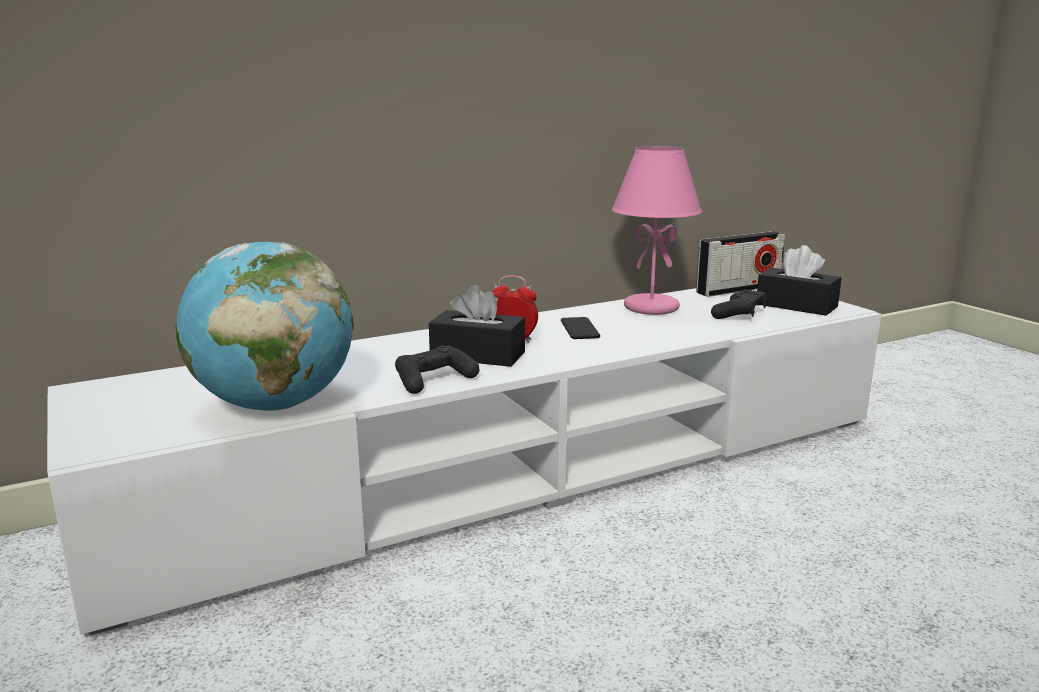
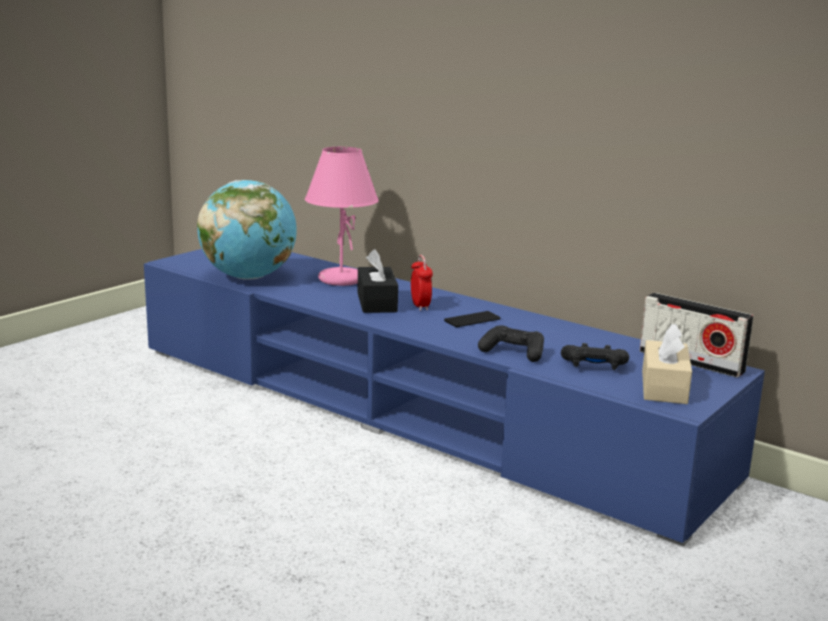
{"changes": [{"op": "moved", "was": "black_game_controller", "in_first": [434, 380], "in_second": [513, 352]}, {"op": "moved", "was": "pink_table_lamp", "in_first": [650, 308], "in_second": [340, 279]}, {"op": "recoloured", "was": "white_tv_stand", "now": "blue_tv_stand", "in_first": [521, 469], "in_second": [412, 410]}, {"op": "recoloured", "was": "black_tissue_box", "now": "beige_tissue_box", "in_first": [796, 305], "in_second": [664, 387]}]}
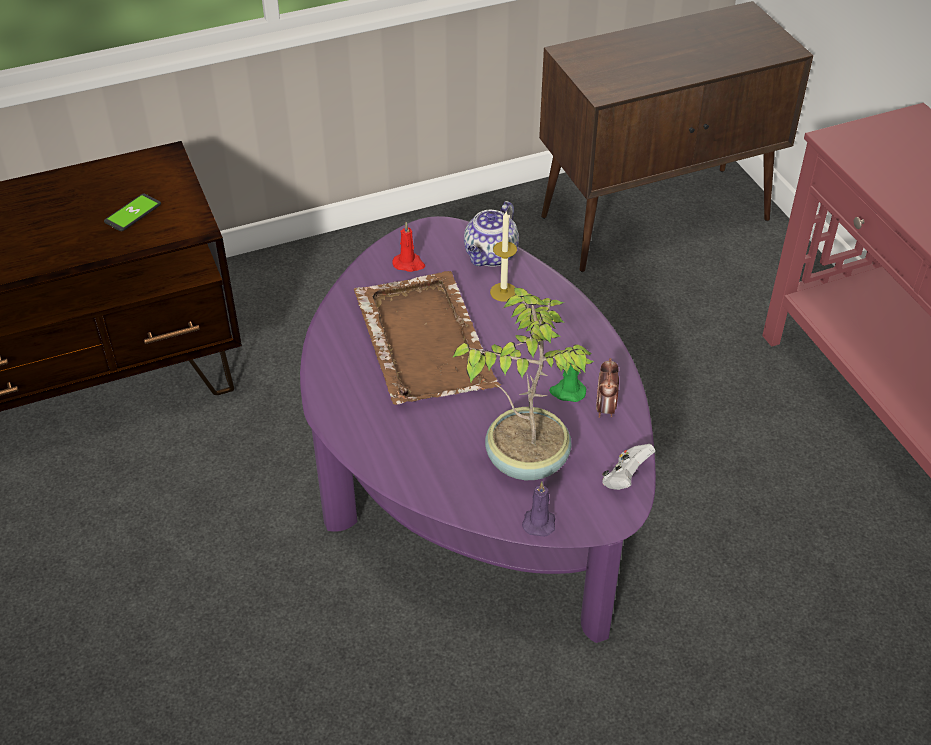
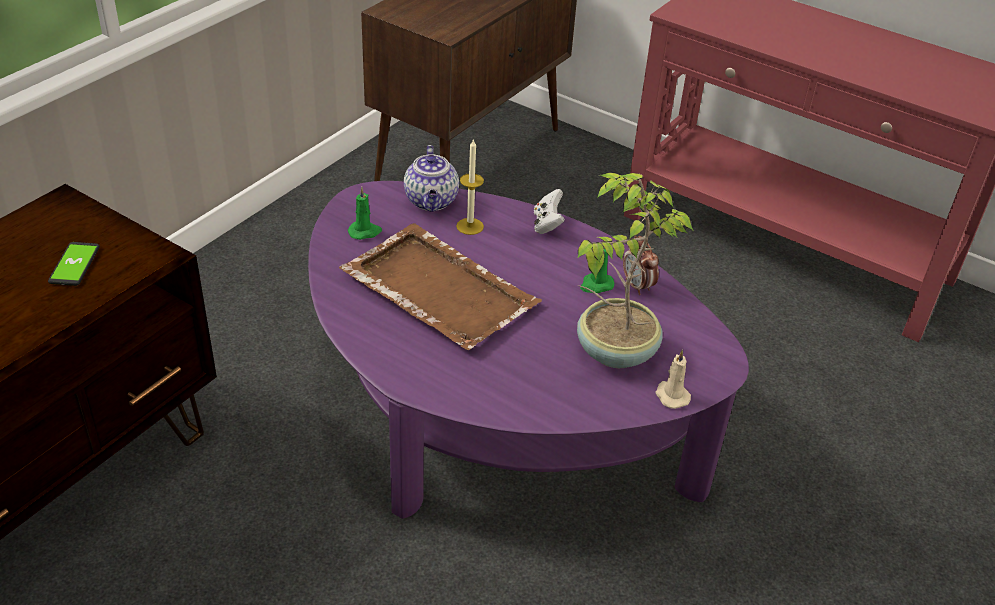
{"changes": [{"op": "moved", "was": "white_game_controller", "in_first": [625, 478], "in_second": [547, 224]}, {"op": "recoloured", "was": "red_candle", "now": "green_candle", "in_first": [409, 264], "in_second": [365, 232]}, {"op": "recoloured", "was": "purple_candle", "now": "beige_candle", "in_first": [539, 521], "in_second": [671, 395]}]}
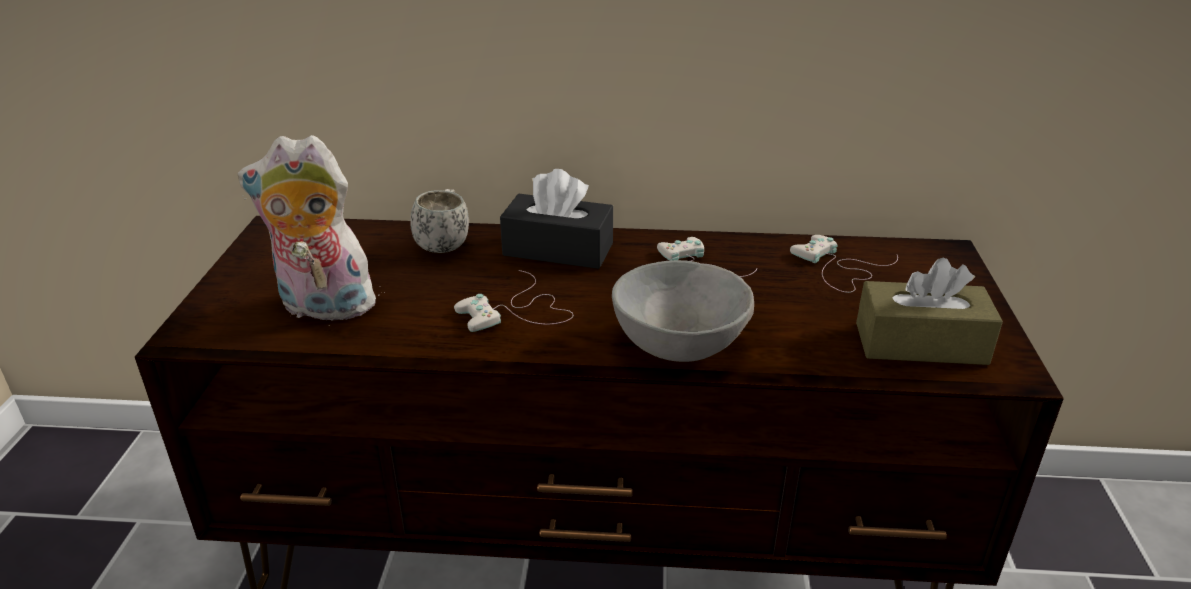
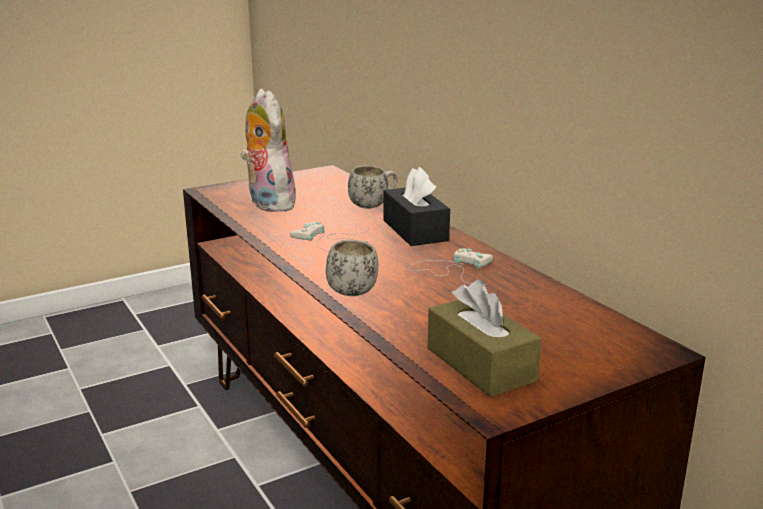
{"changes": [{"op": "removed", "was": "white_game_controller", "in_first": [838, 269]}, {"op": "replaced", "was": "grey_bowl", "now": "white_mug", "in_first": [677, 345], "in_second": [354, 288]}]}
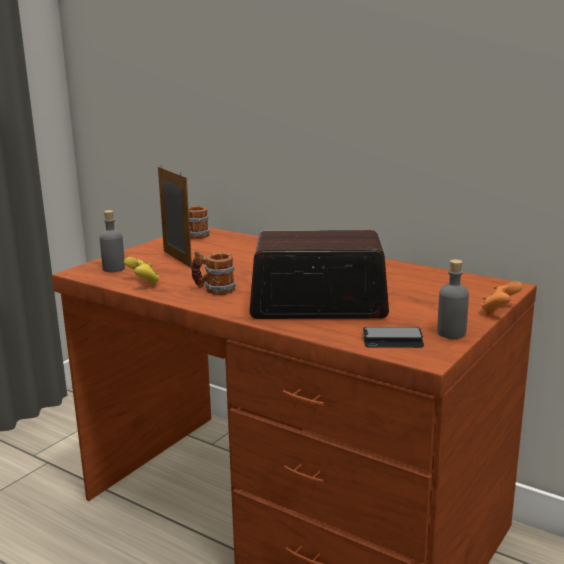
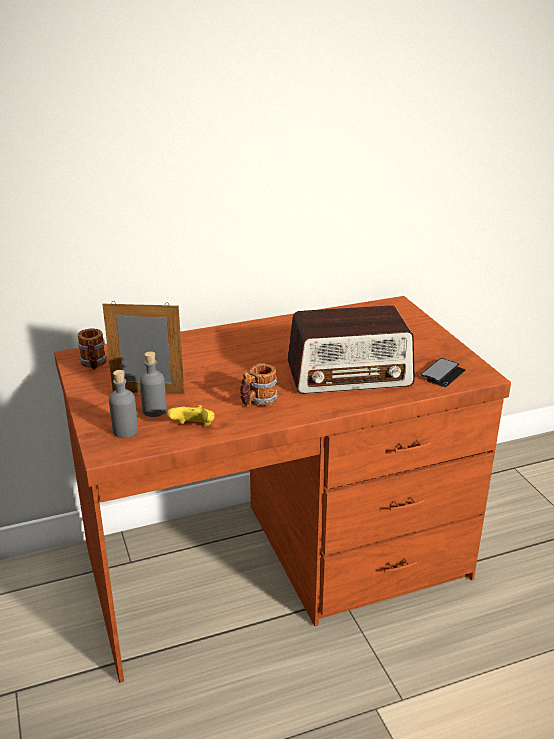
{"changes": [{"op": "removed", "was": "orange_game_controller", "in_first": [499, 311]}, {"op": "moved", "was": "grey_bottle", "in_first": [451, 333], "in_second": [154, 410]}, {"op": "turned", "was": "radio", "in_first": [317, 305], "in_second": [350, 375], "clockwise": -135}]}
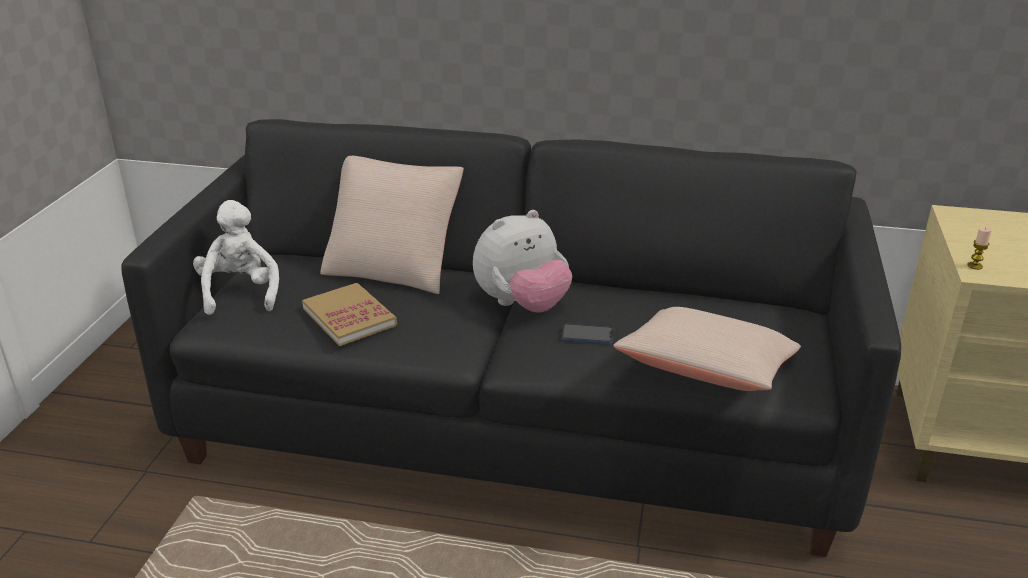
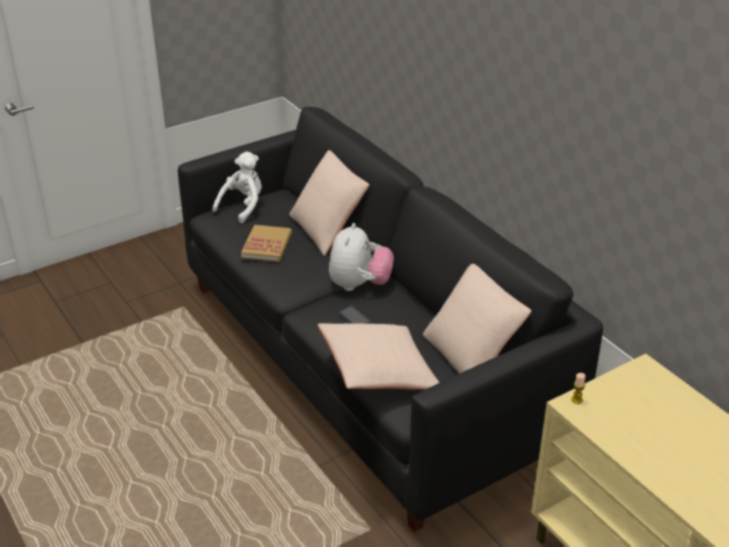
{"changes": [{"op": "added", "now": "beige_pillow", "in_second": [471, 354]}, {"op": "turned", "was": "plush_toy", "in_first": [522, 305], "in_second": [359, 285], "clockwise": -90}]}
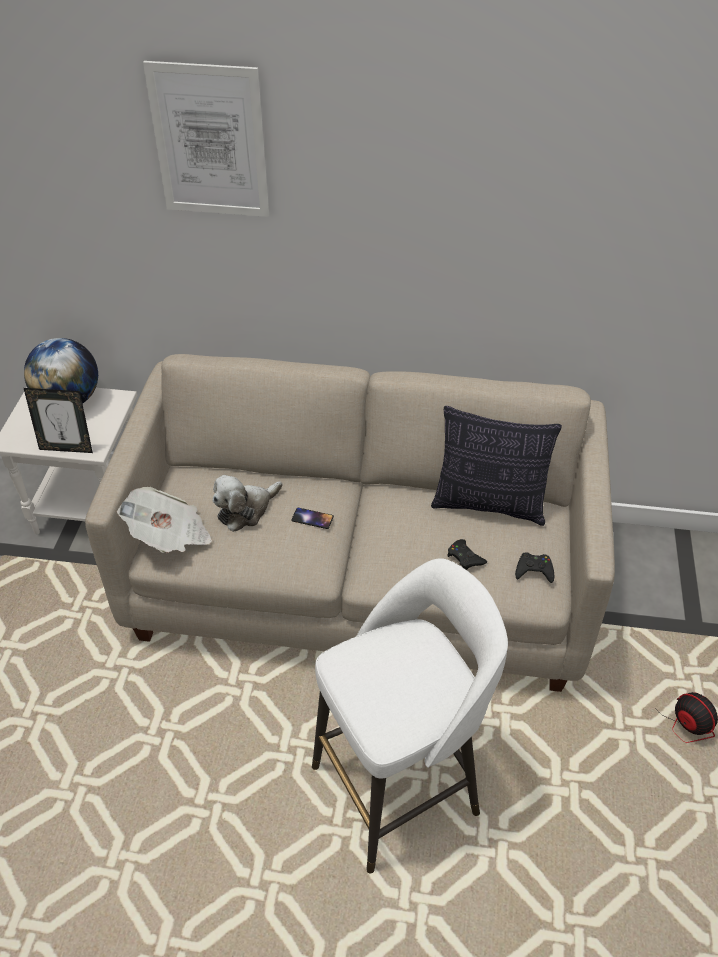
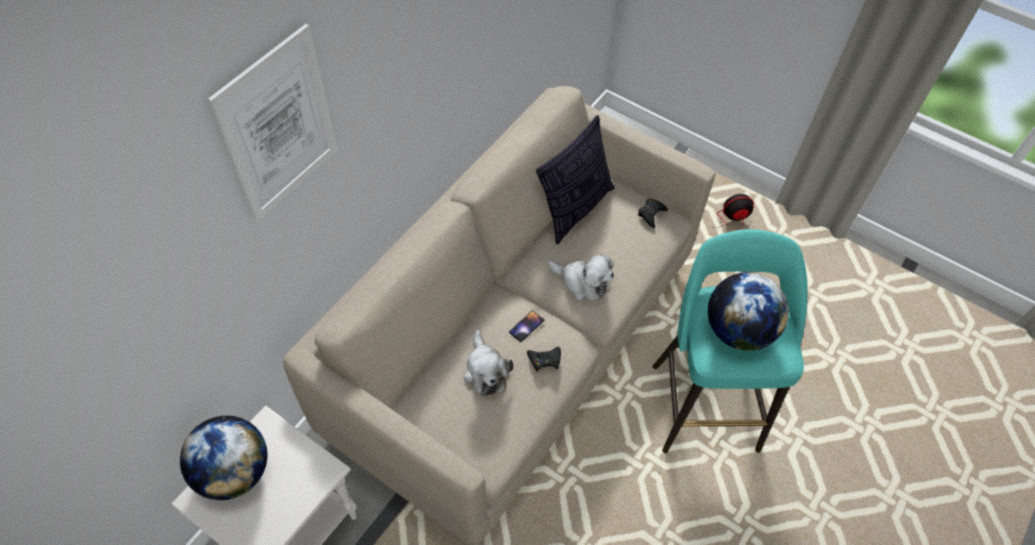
{"changes": [{"op": "removed", "was": "picture_frame", "in_first": [67, 448]}, {"op": "removed", "was": "newspaper", "in_first": [169, 536]}, {"op": "added", "now": "plush_toy", "in_second": [582, 282]}, {"op": "added", "now": "globe", "in_second": [737, 331]}, {"op": "moved", "was": "black_game_controller", "in_first": [465, 558], "in_second": [545, 360]}, {"op": "recoloured", "was": "white_stool", "now": "turquoise_stool", "in_first": [399, 787], "in_second": [704, 403]}]}
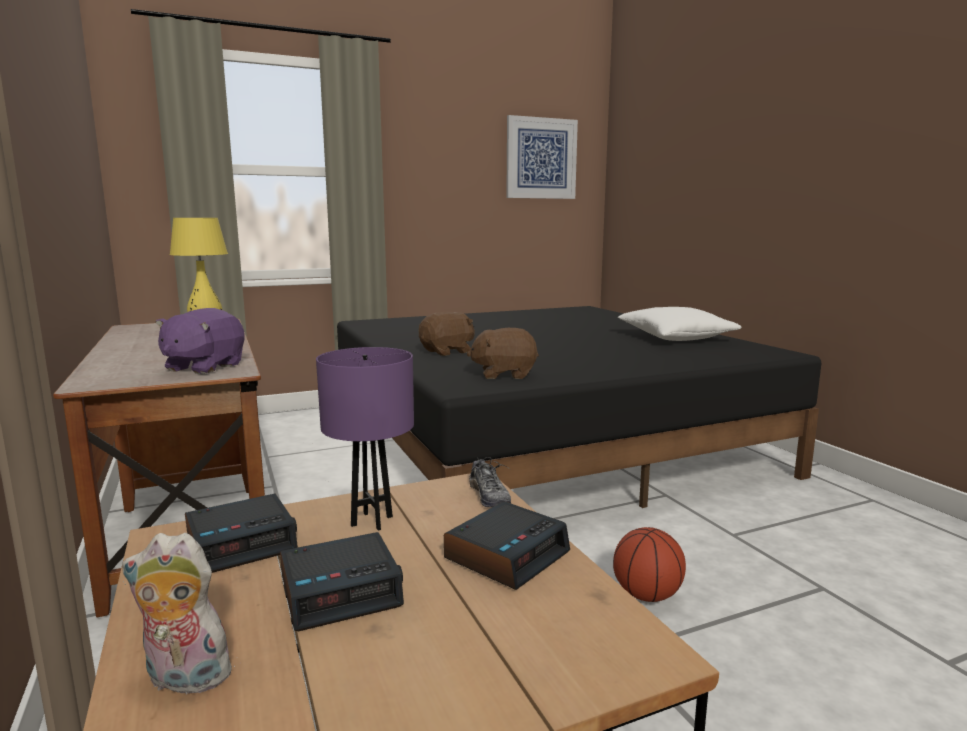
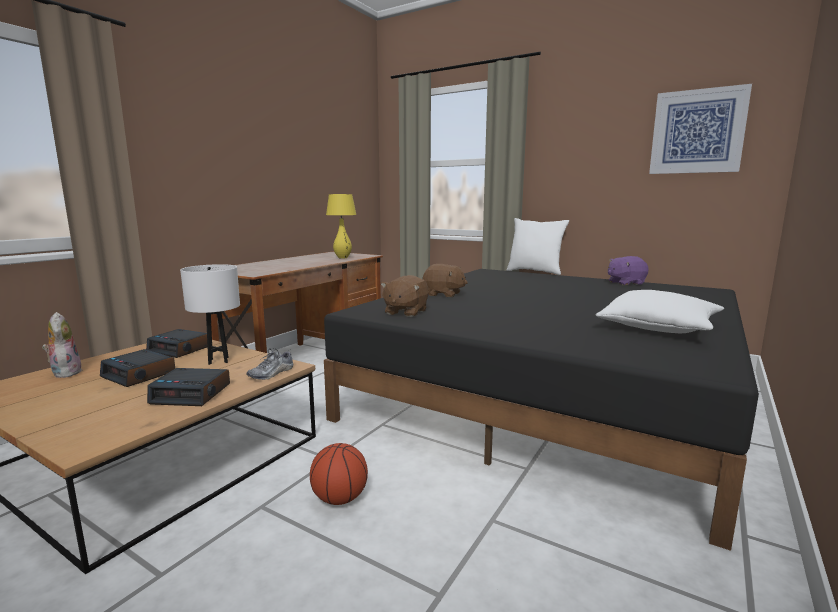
{"changes": [{"op": "added", "now": "white_pillow", "in_second": [535, 272]}, {"op": "moved", "was": "purple_plush_toy", "in_first": [203, 367], "in_second": [625, 283]}, {"op": "recoloured", "was": "purple_table_lamp", "now": "white_table_lamp", "in_first": [372, 521], "in_second": [218, 360]}, {"op": "turned", "was": "brown_plush_toy", "in_first": [504, 374], "in_second": [405, 312], "clockwise": -120}]}
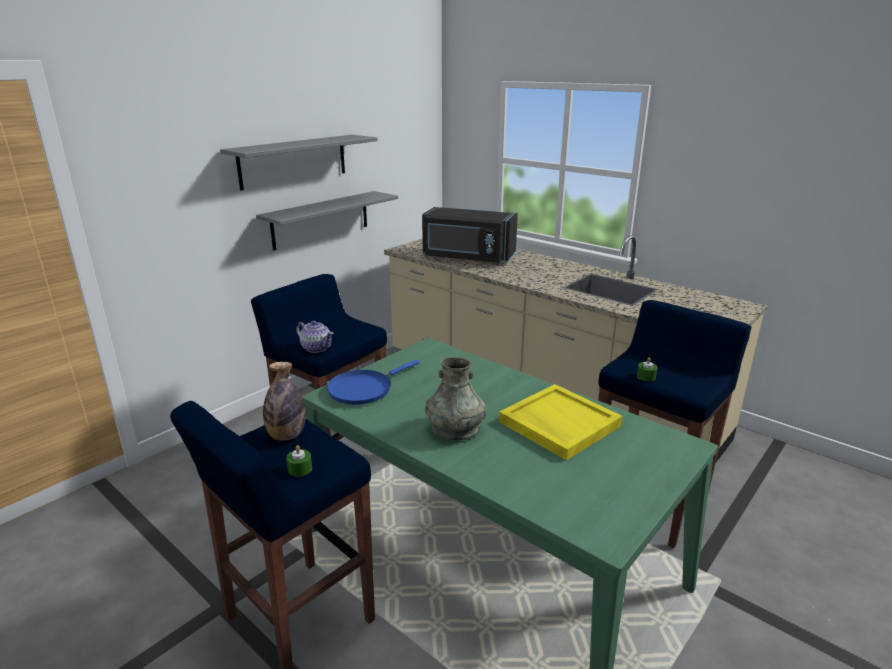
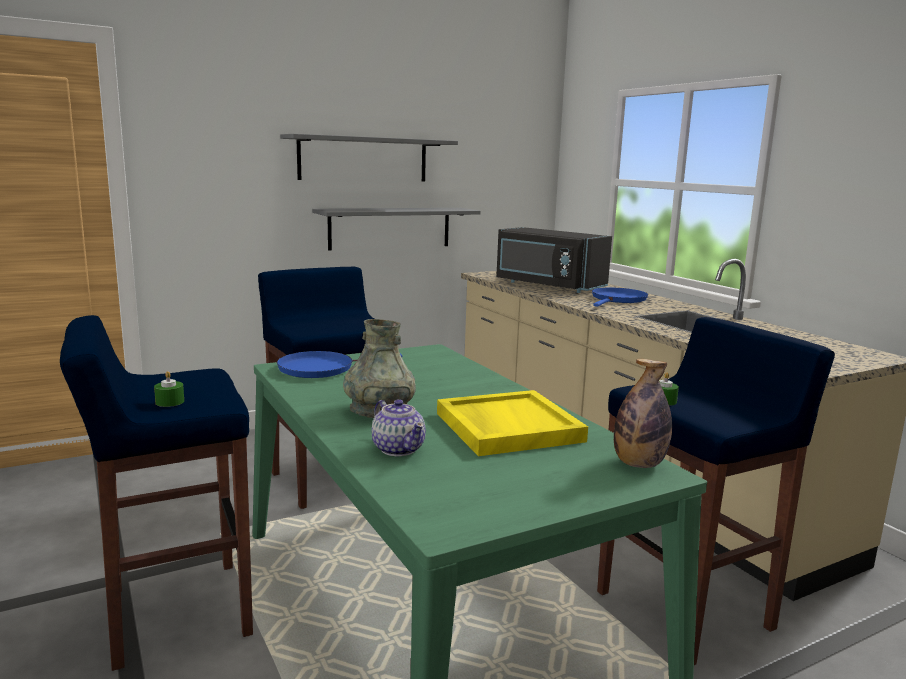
{"changes": [{"op": "added", "now": "blue_frying_pan", "in_second": [618, 300]}, {"op": "moved", "was": "bottle", "in_first": [286, 436], "in_second": [638, 464]}, {"op": "moved", "was": "teapot", "in_first": [316, 348], "in_second": [398, 449]}]}
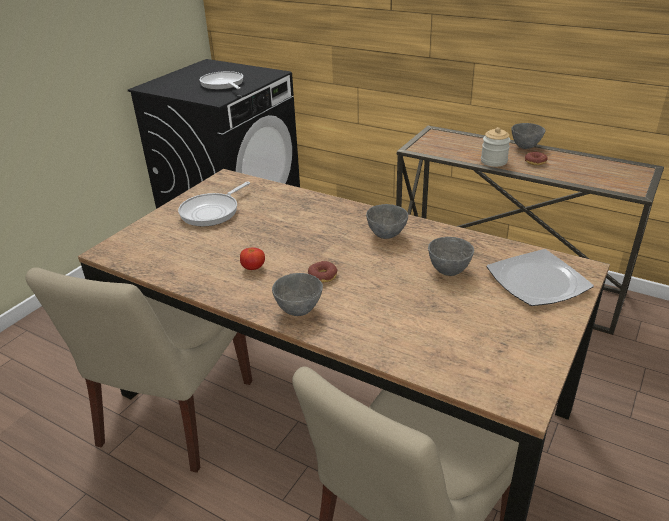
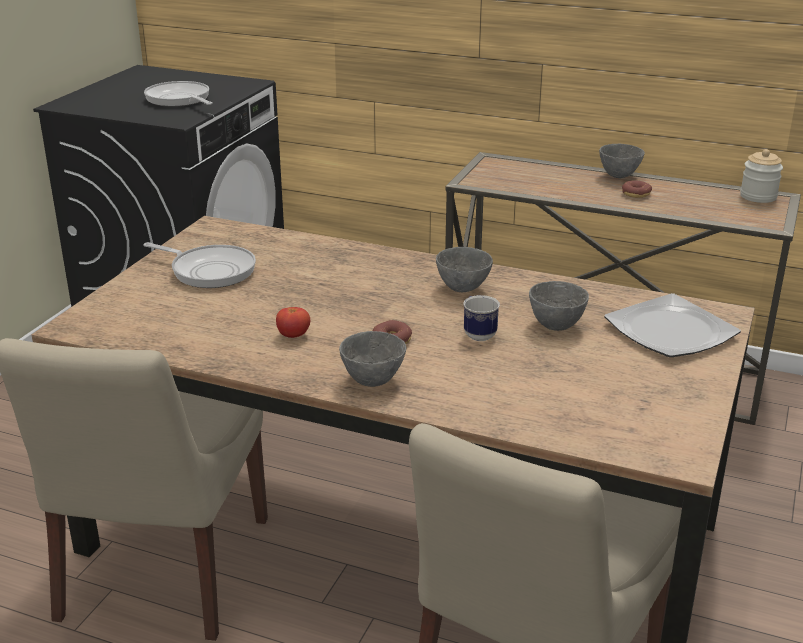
{"changes": [{"op": "added", "now": "mug", "in_second": [477, 333]}, {"op": "moved", "was": "jar", "in_first": [493, 161], "in_second": [758, 196]}, {"op": "turned", "was": "frying_pan", "in_first": [212, 212], "in_second": [209, 270], "clockwise": -90}]}
